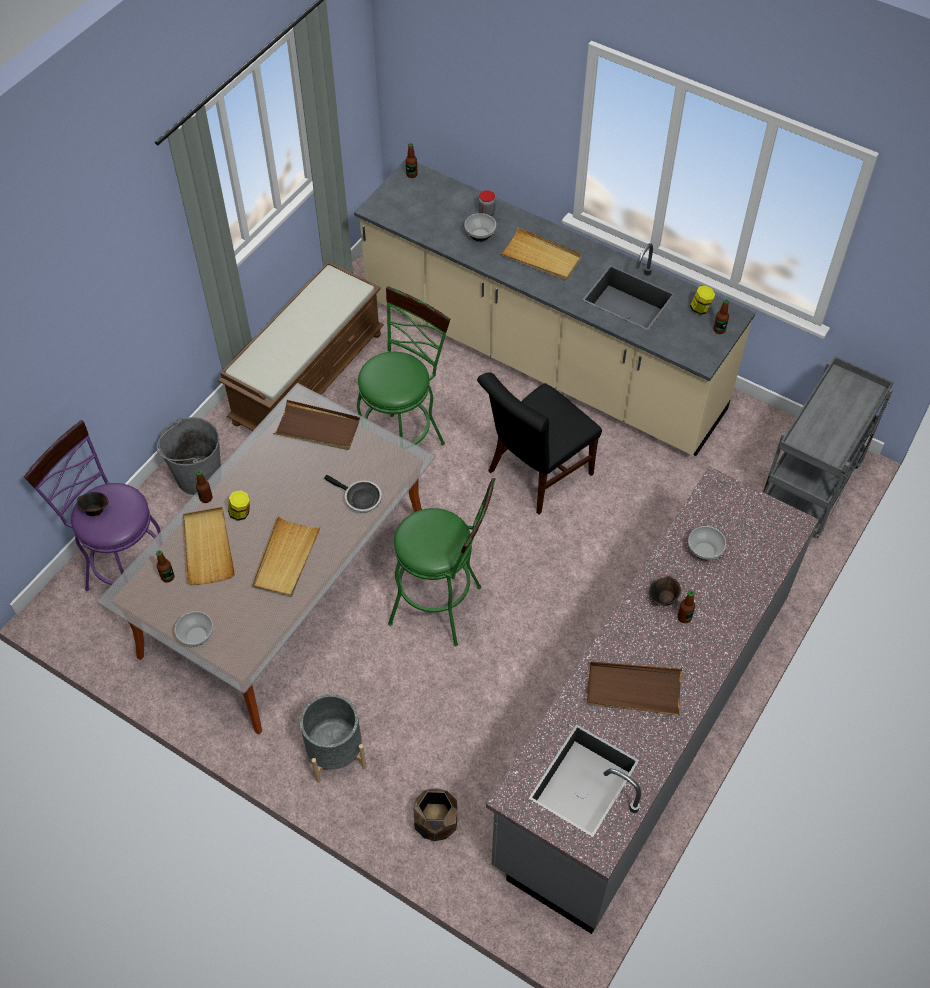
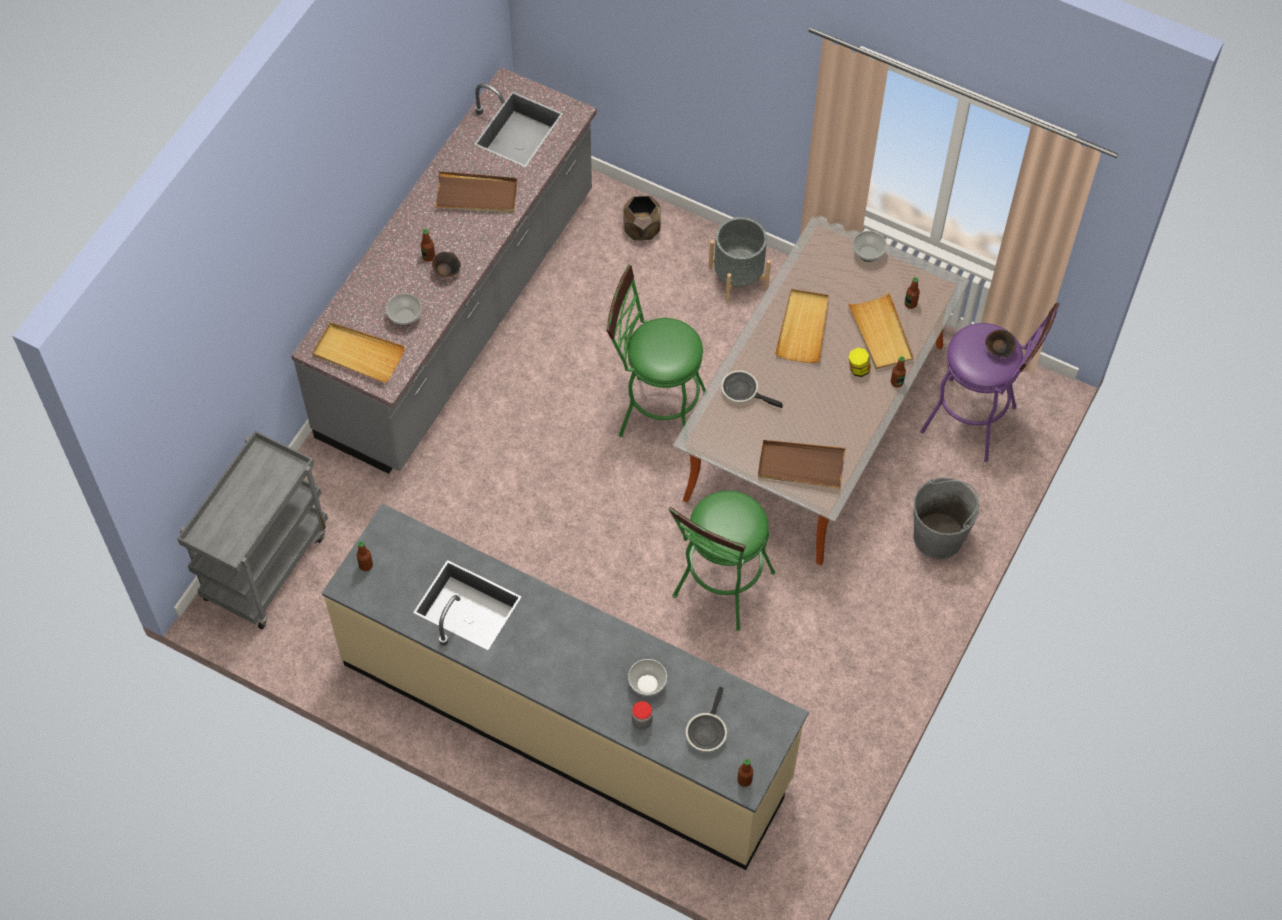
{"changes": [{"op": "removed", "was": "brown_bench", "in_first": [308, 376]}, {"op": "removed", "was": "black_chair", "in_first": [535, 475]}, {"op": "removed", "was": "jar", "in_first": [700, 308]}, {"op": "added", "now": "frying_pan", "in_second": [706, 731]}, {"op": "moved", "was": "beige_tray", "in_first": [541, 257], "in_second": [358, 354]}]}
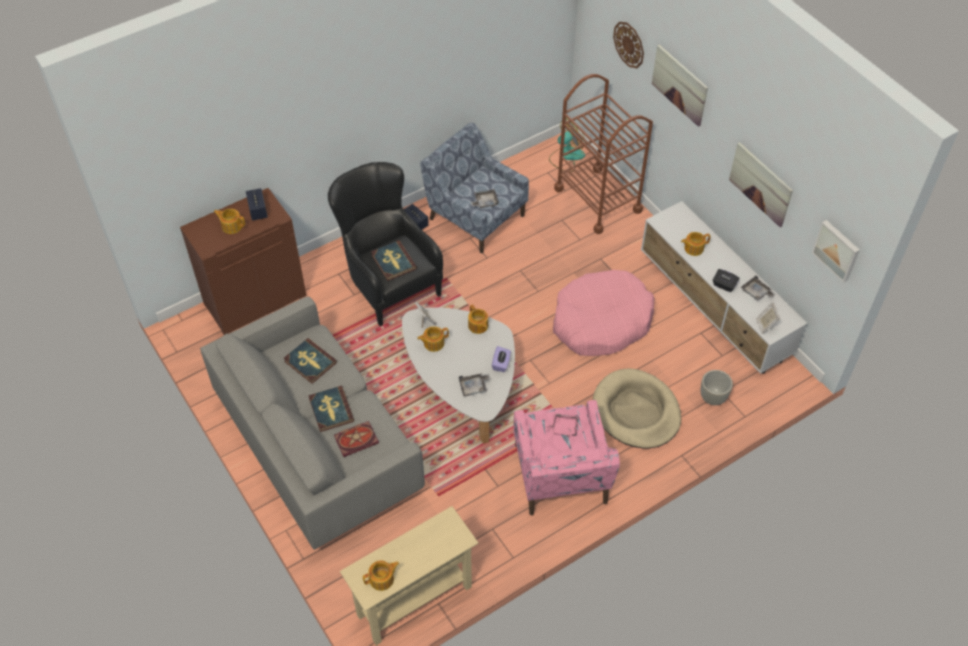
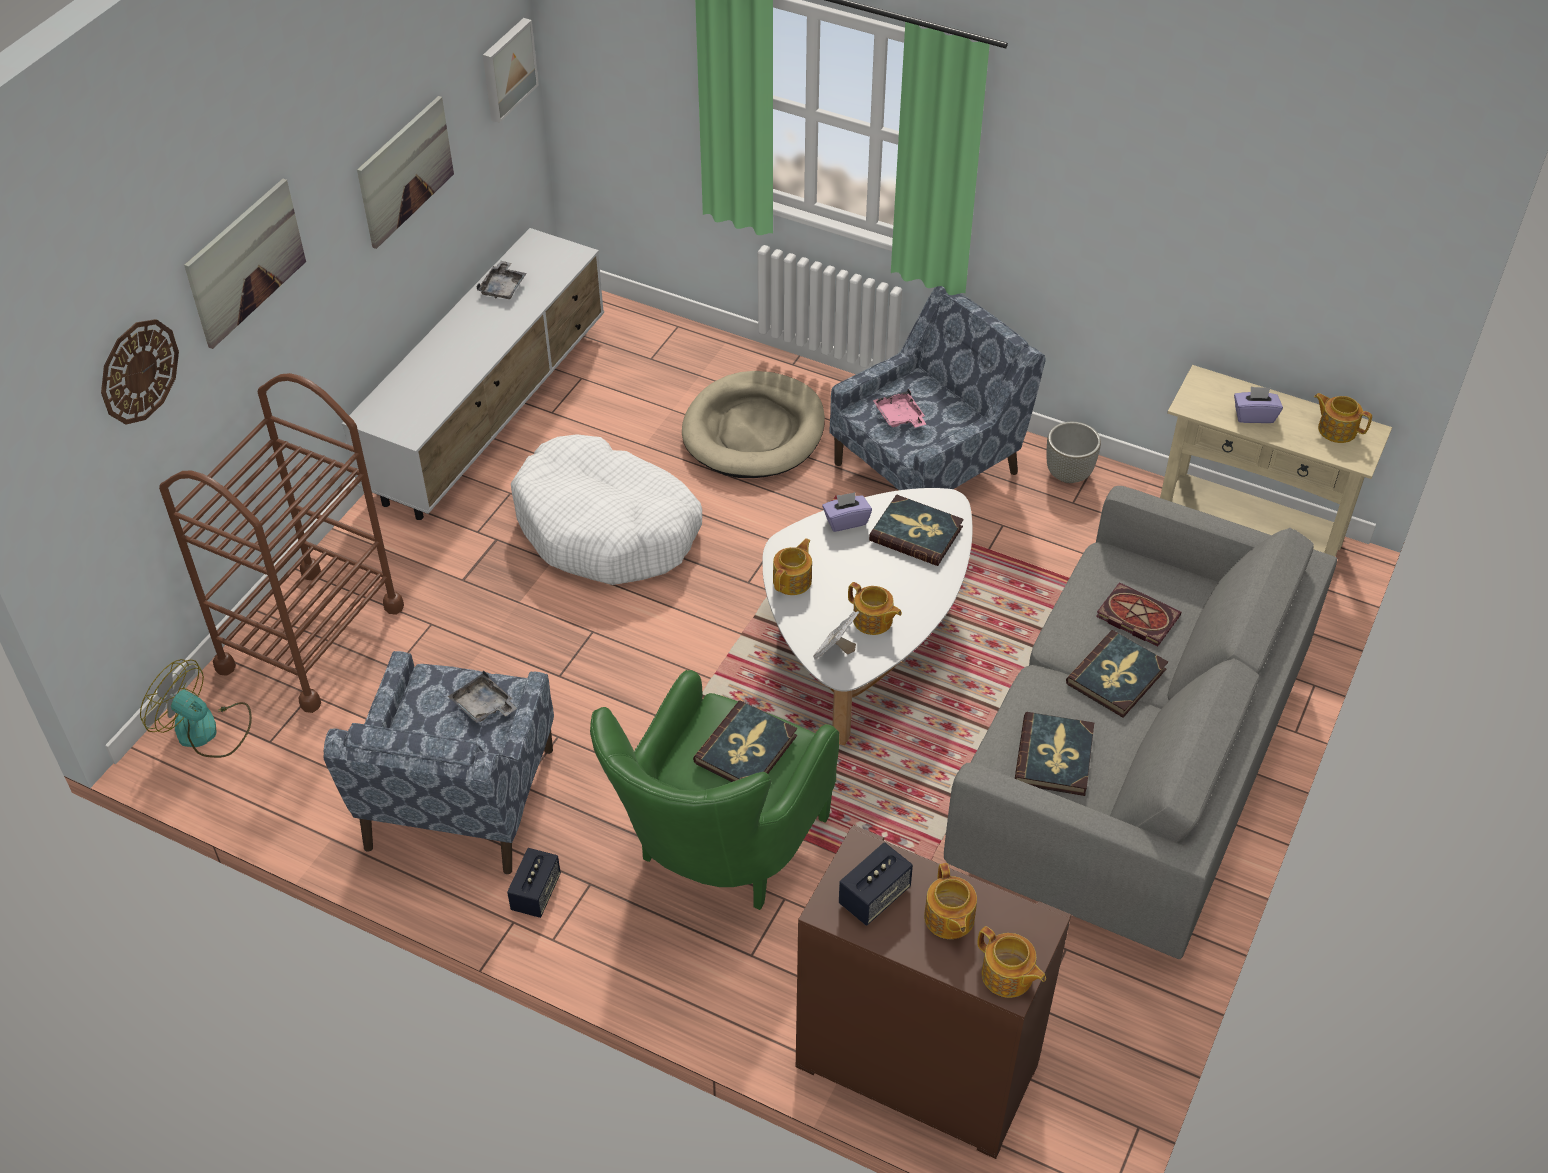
{"changes": [{"op": "removed", "was": "black_tissue_box", "in_first": [724, 285]}, {"op": "removed", "was": "picture_frame", "in_first": [765, 325]}, {"op": "added", "now": "purple_tissue_box", "in_second": [1254, 415]}, {"op": "moved", "was": "teapot", "in_first": [693, 248], "in_second": [1007, 976]}, {"op": "moved", "was": "grey_planter", "in_first": [713, 398], "in_second": [1068, 474]}, {"op": "replaced", "was": "grey_tray", "now": "book", "in_first": [474, 387], "in_second": [916, 533]}, {"op": "recoloured", "was": "black_armchair", "now": "green_armchair", "in_first": [389, 282], "in_second": [717, 858]}, {"op": "recoloured", "was": "pink_armchair", "now": "blue_armchair", "in_first": [560, 476], "in_second": [929, 467]}, {"op": "recoloured", "was": "pink_dog_bed", "now": "white_dog_bed", "in_first": [601, 322], "in_second": [607, 528]}]}
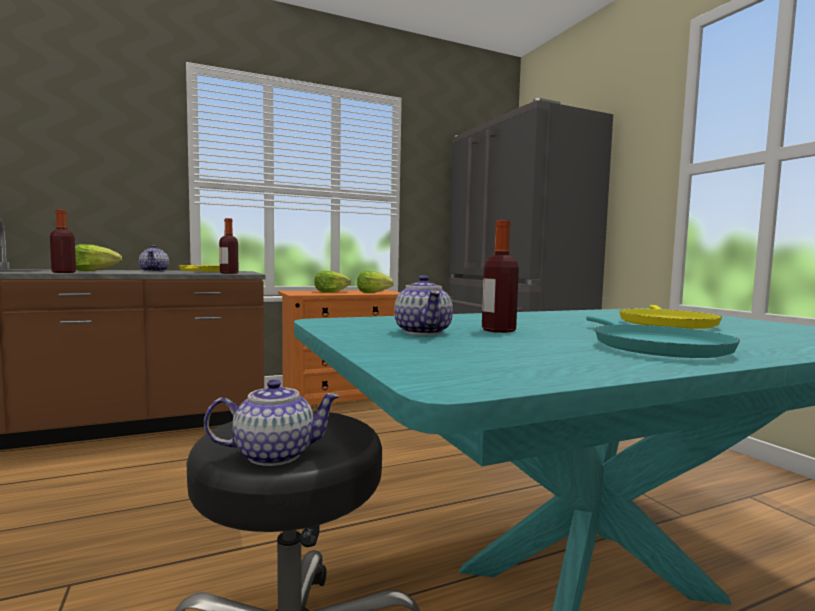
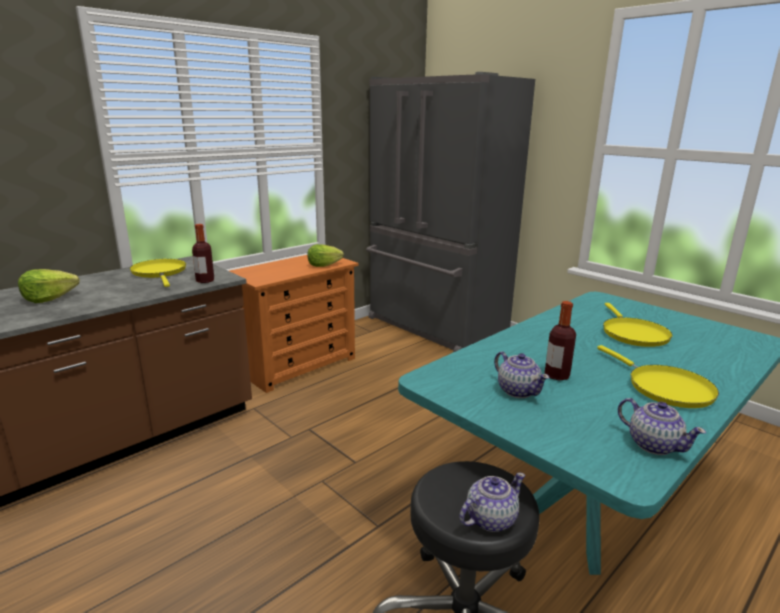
{"changes": [{"op": "removed", "was": "bottle", "in_first": [64, 272]}, {"op": "removed", "was": "lettuce", "in_first": [330, 292]}, {"op": "moved", "was": "teapot", "in_first": [155, 271], "in_second": [653, 444]}, {"op": "recoloured", "was": "turquoise_frying_pan", "now": "yellow_frying_pan", "in_first": [654, 346], "in_second": [665, 388]}]}
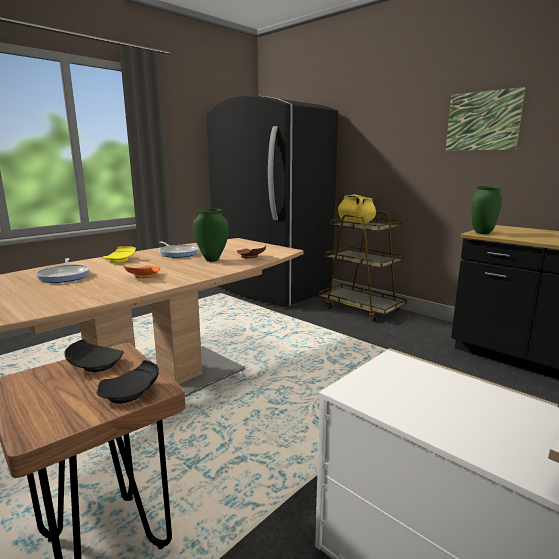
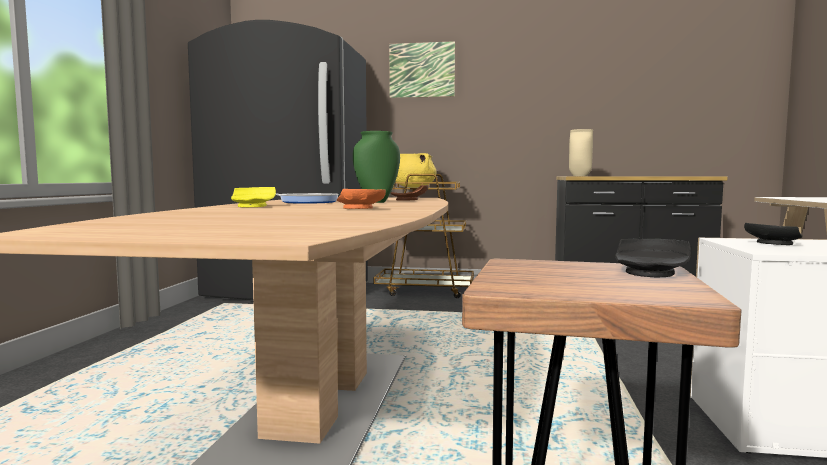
{"changes": [{"op": "removed", "was": "frying_pan", "in_first": [65, 276]}, {"op": "moved", "was": "black_plate", "in_first": [95, 365], "in_second": [772, 244]}, {"op": "moved", "was": "picture", "in_first": [483, 121], "in_second": [421, 70]}, {"op": "recoloured", "was": "green_vase", "now": "beige_vase", "in_first": [482, 233], "in_second": [579, 176]}]}
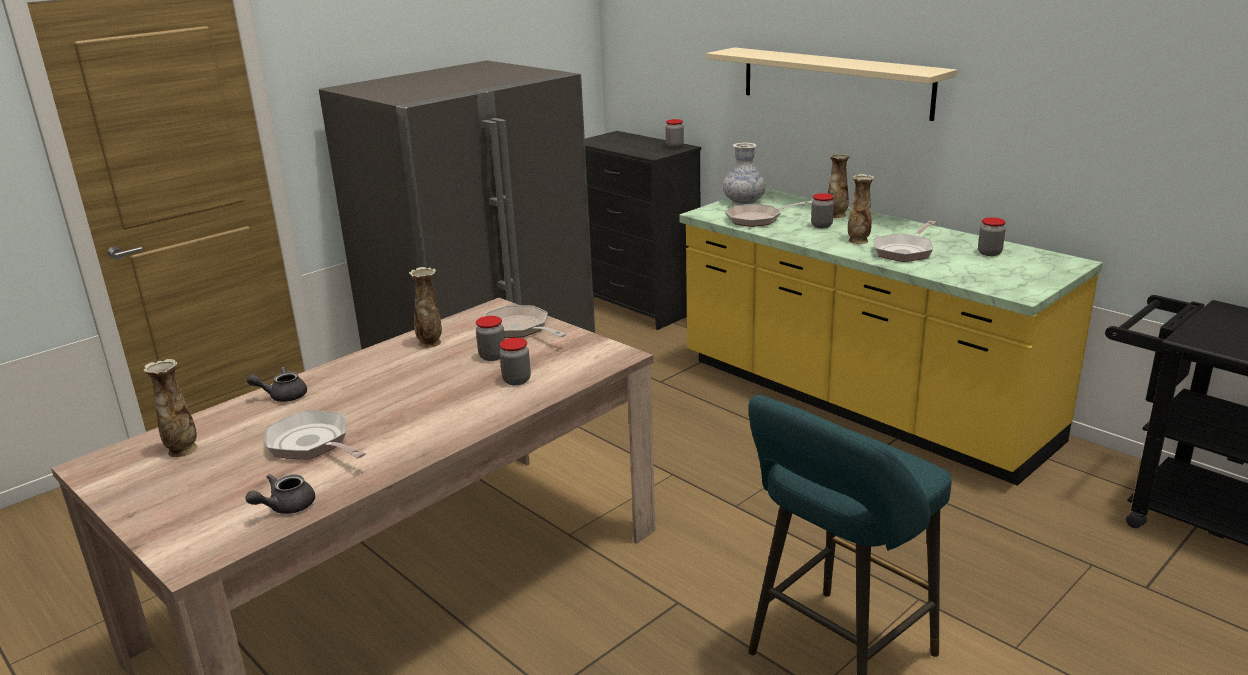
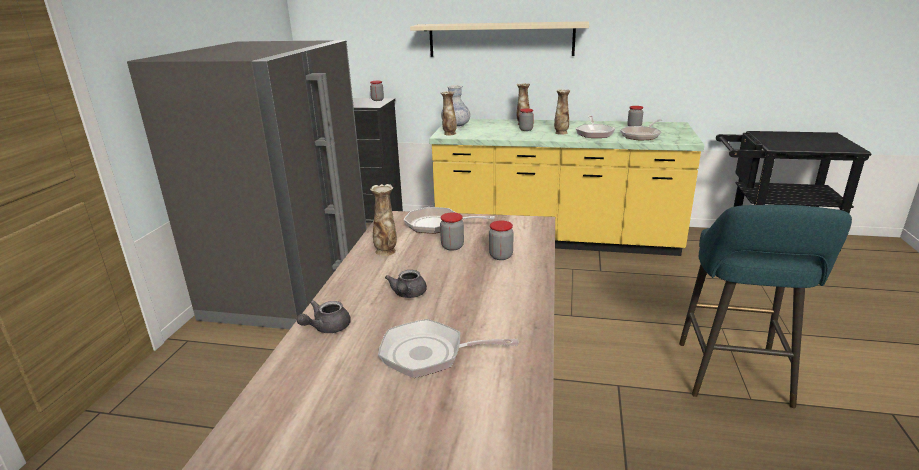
{"changes": [{"op": "moved", "was": "vase", "in_first": [182, 450], "in_second": [449, 134]}, {"op": "moved", "was": "grey_teapot", "in_first": [285, 507], "in_second": [408, 295]}, {"op": "moved", "was": "frying_pan", "in_first": [758, 219], "in_second": [641, 135]}]}
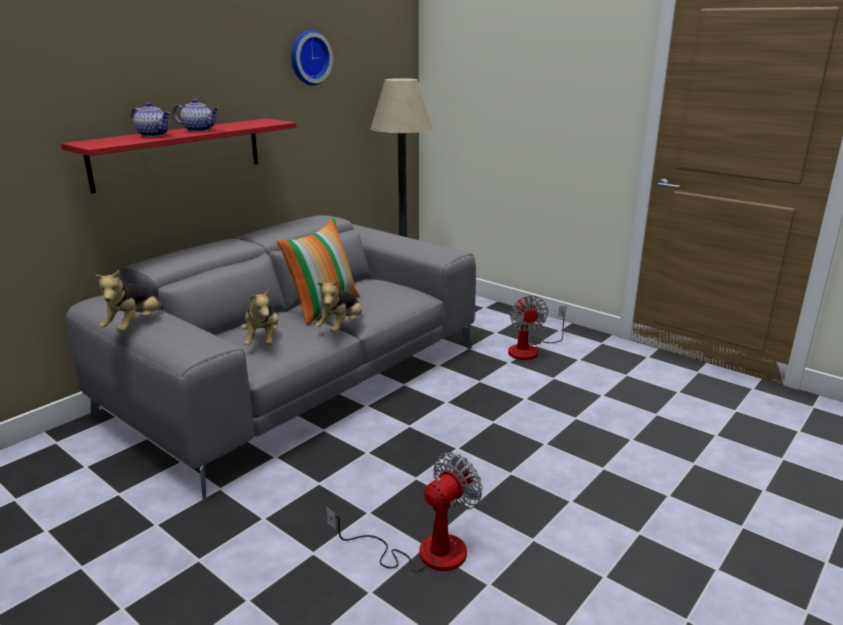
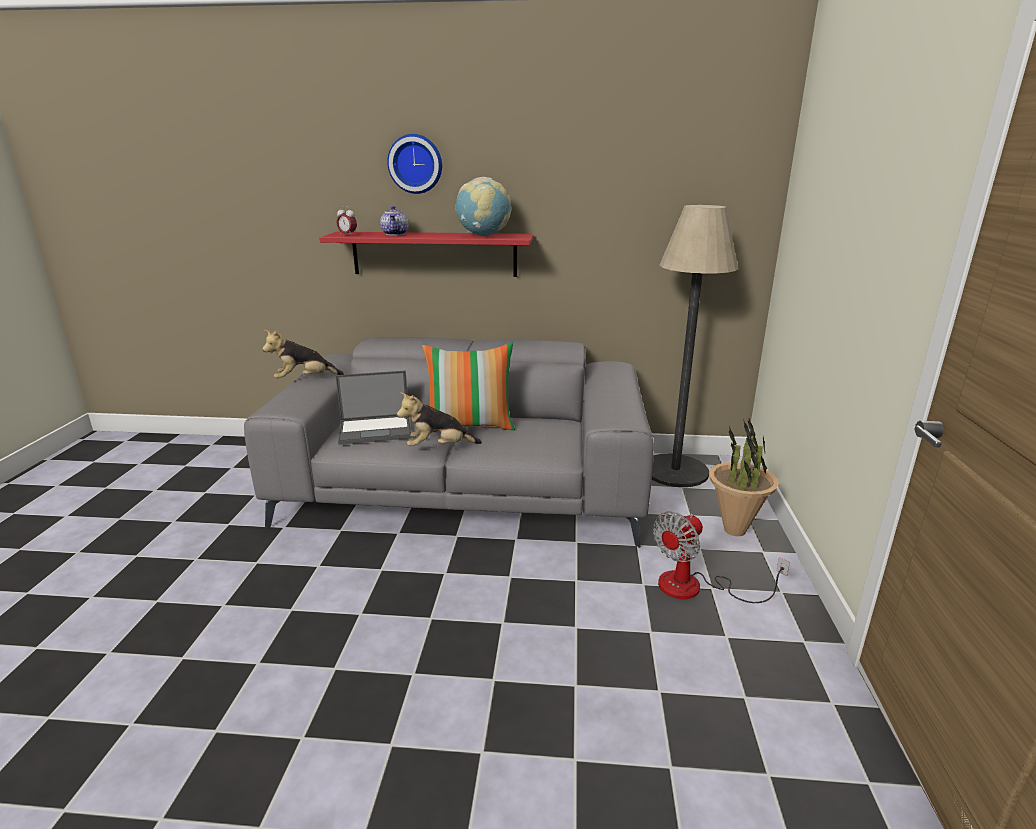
{"changes": [{"op": "removed", "was": "teapot", "in_first": [199, 130]}, {"op": "removed", "was": "fan", "in_first": [424, 552]}, {"op": "added", "now": "alarm_clock", "in_second": [347, 235]}, {"op": "added", "now": "globe", "in_second": [483, 235]}, {"op": "added", "now": "potted_plant", "in_second": [735, 531]}, {"op": "moved", "was": "wall_clock", "in_first": [308, 57], "in_second": [416, 164]}, {"op": "replaced", "was": "plush_toy", "now": "laptop", "in_first": [263, 341], "in_second": [376, 429]}]}
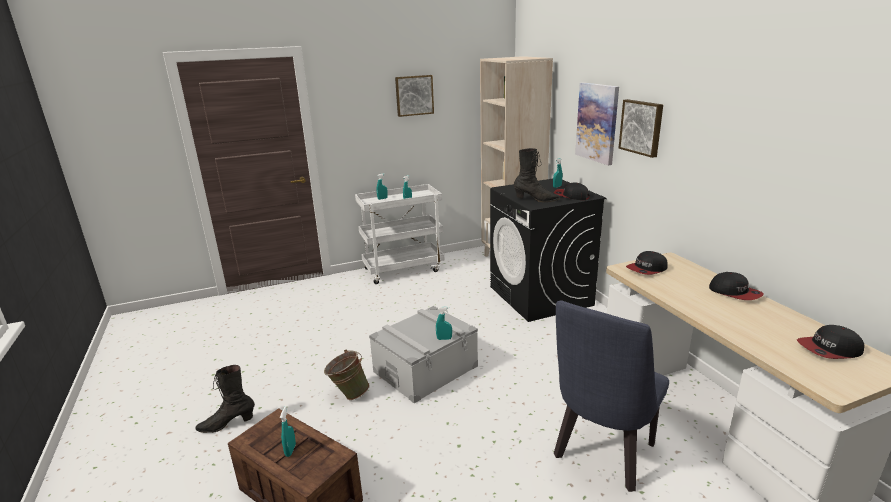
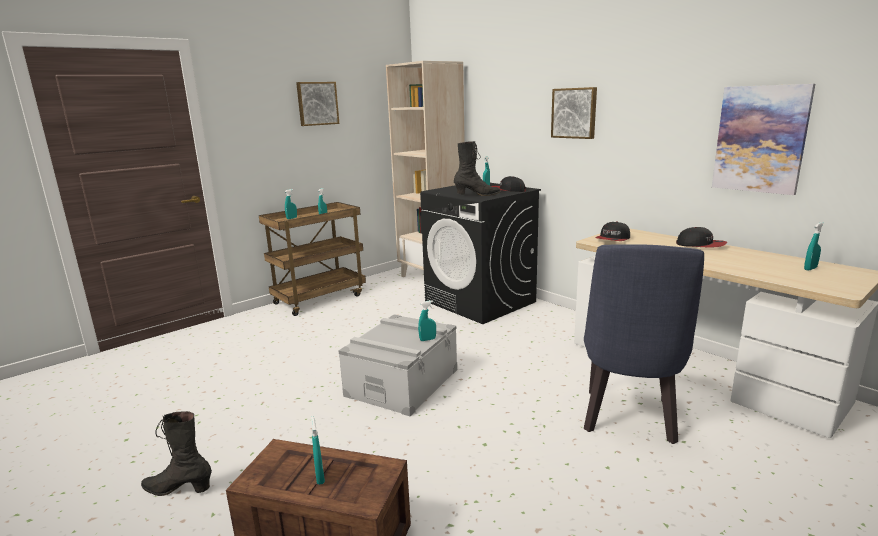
{"changes": [{"op": "removed", "was": "green_bucket", "in_first": [348, 394]}, {"op": "moved", "was": "picture", "in_first": [597, 122], "in_second": [760, 139]}, {"op": "replaced", "was": "cap", "now": "turquoise_spray_bottle", "in_first": [829, 349], "in_second": [810, 268]}, {"op": "recoloured", "was": "white_cart", "now": "brown_cart", "in_first": [403, 269], "in_second": [320, 299]}, {"op": "turned", "was": "black_boot", "in_first": [227, 424], "in_second": [178, 489], "clockwise": 45}]}
